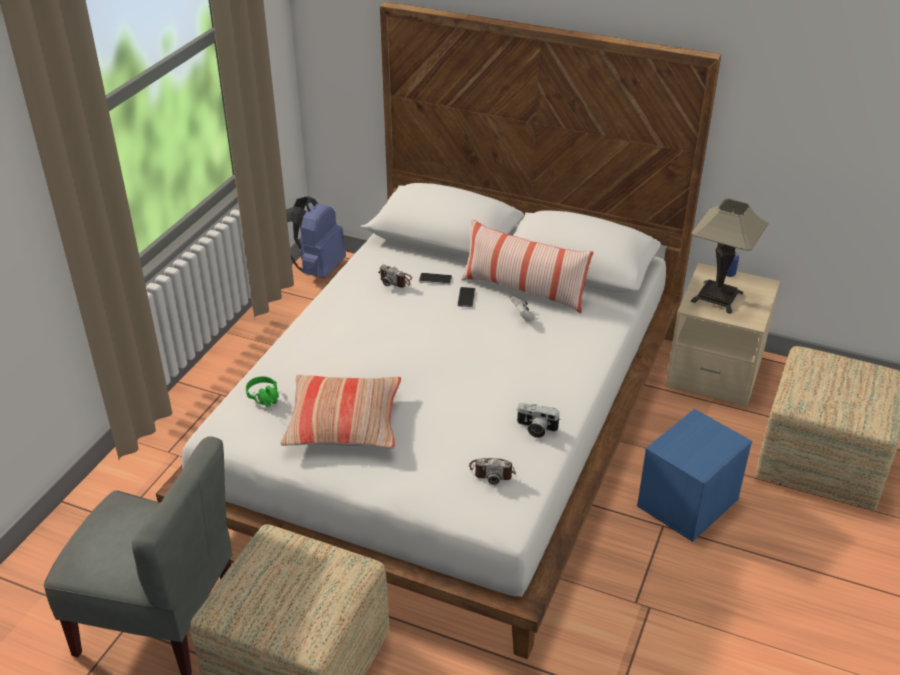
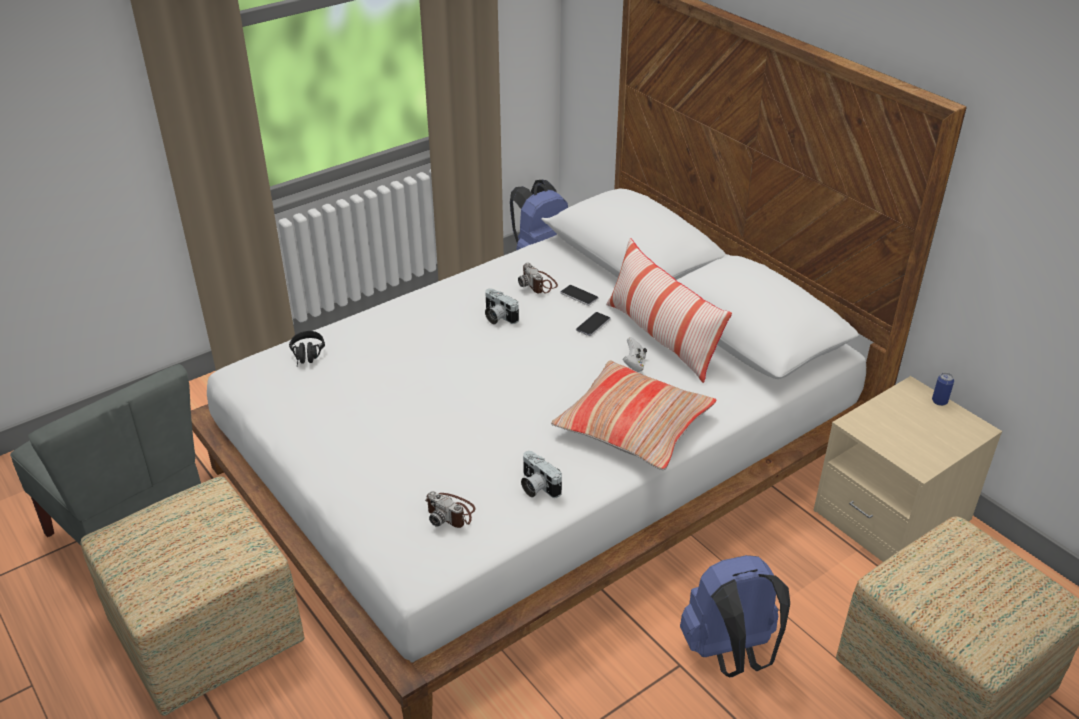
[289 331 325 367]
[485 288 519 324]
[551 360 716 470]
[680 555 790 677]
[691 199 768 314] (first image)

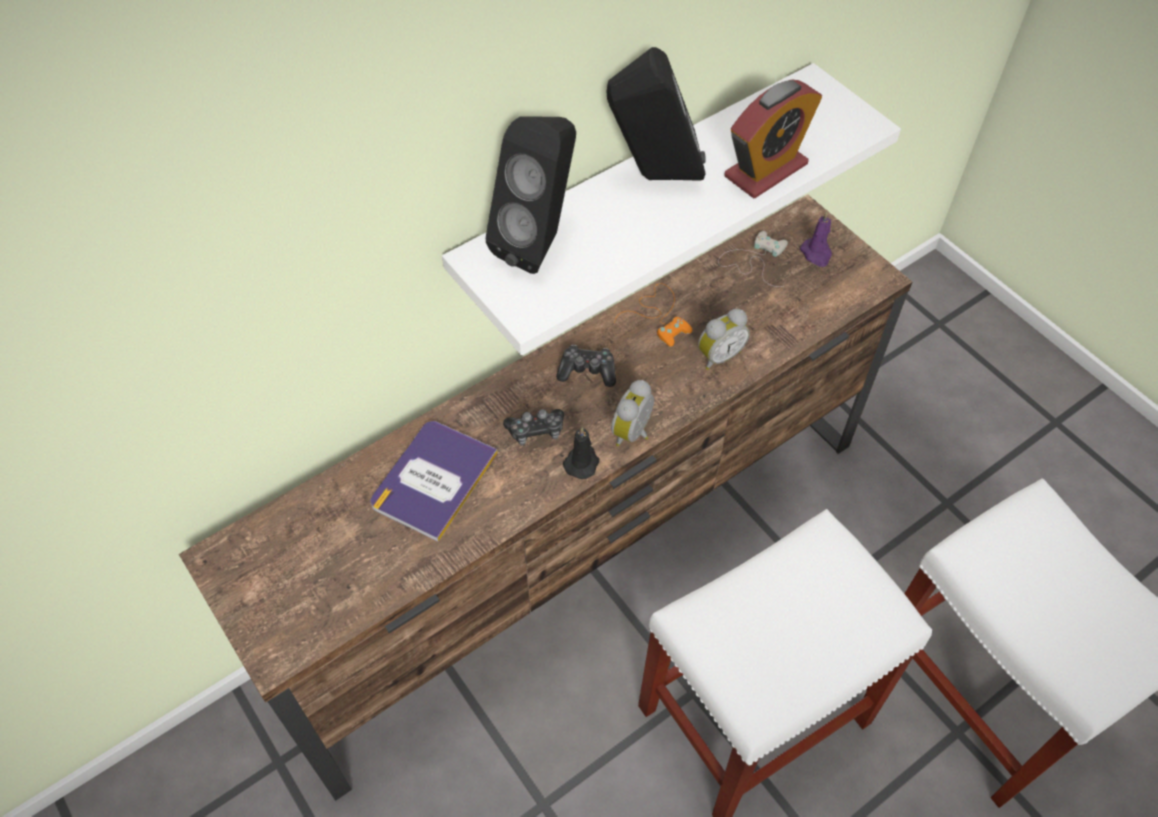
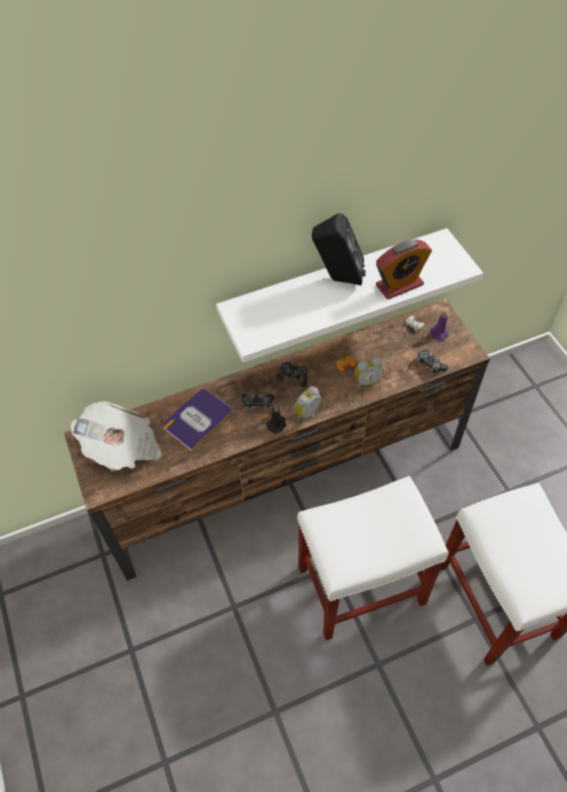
[71 401 162 471]
[417 350 448 374]
[486 116 576 274] (first image)

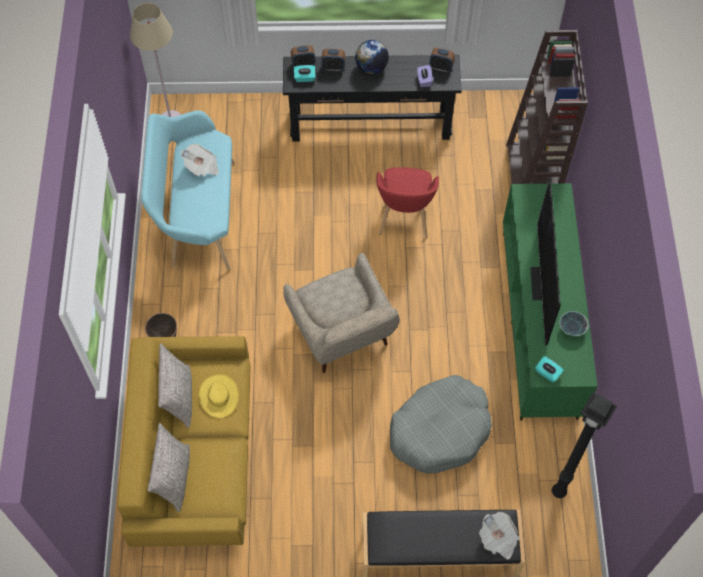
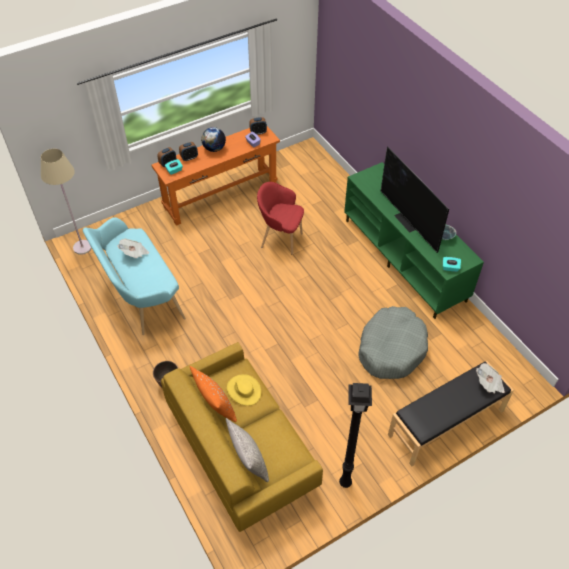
[151 126 280 226]
[190 366 237 422]
[257 182 304 255]
[339 383 372 488]
[283 253 400 373] (first image)
[506 30 588 184] (first image)

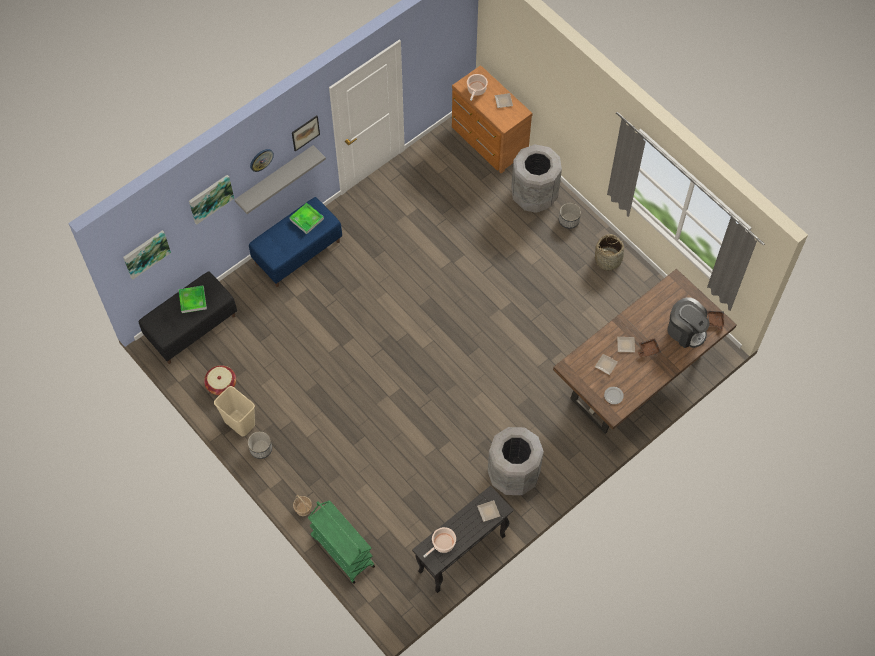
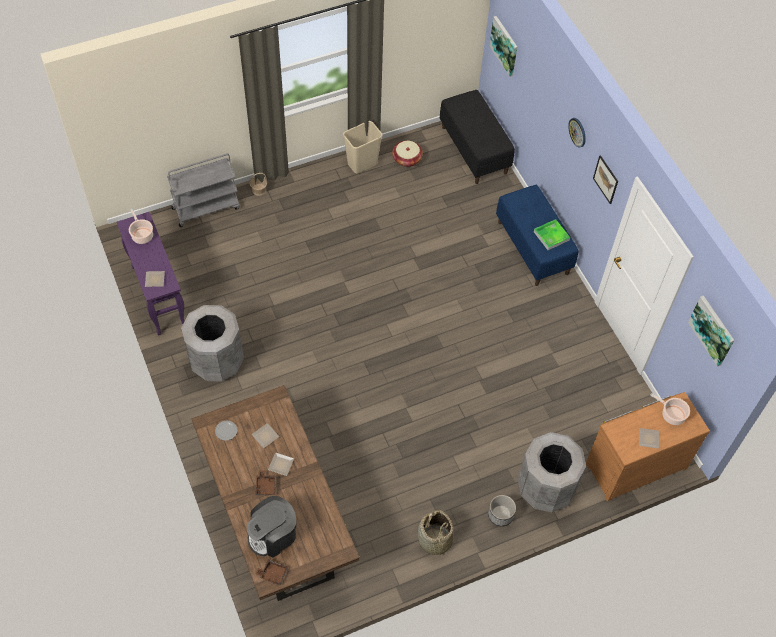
[117 212 184 335]
[167 153 240 227]
[688 295 734 367]
[179 285 207 313] (first image)
[234 145 326 214] (first image)
[248 431 272 459] (first image)

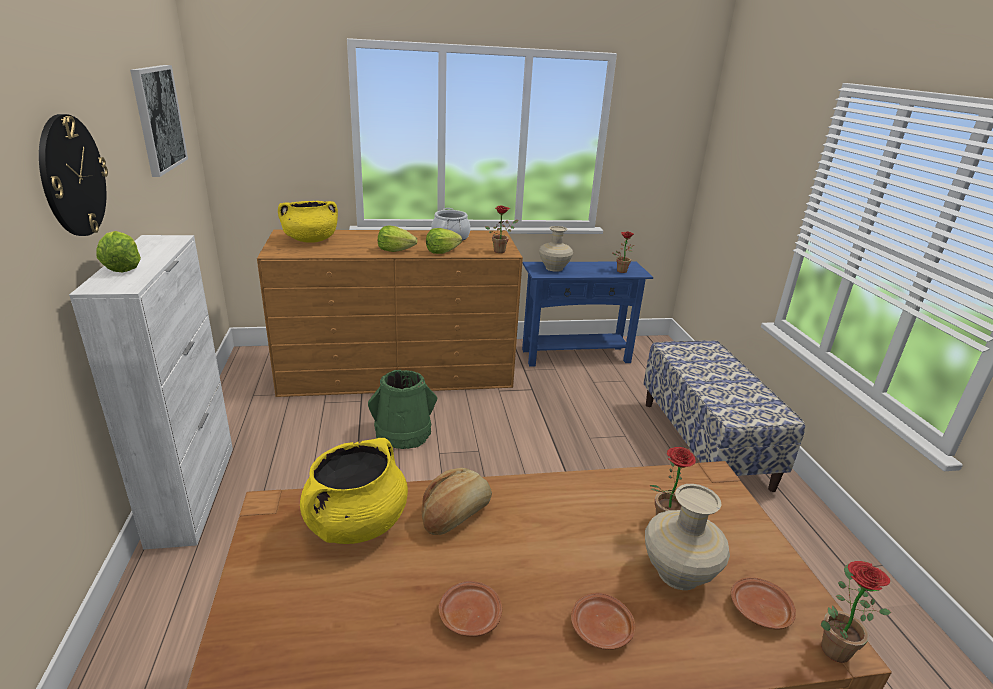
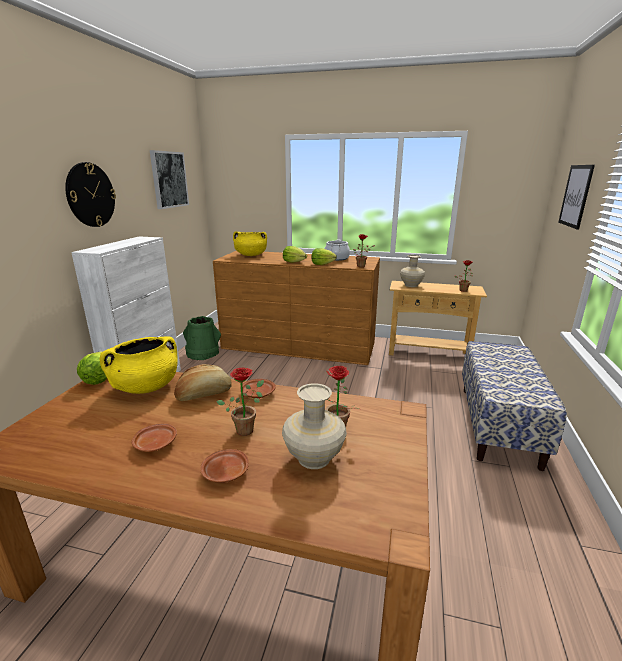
[77 351 111 385]
[183 316 221 360]
[216 368 264 436]
[240 379 276 398]
[389 281 487 355]
[558 165 595 230]

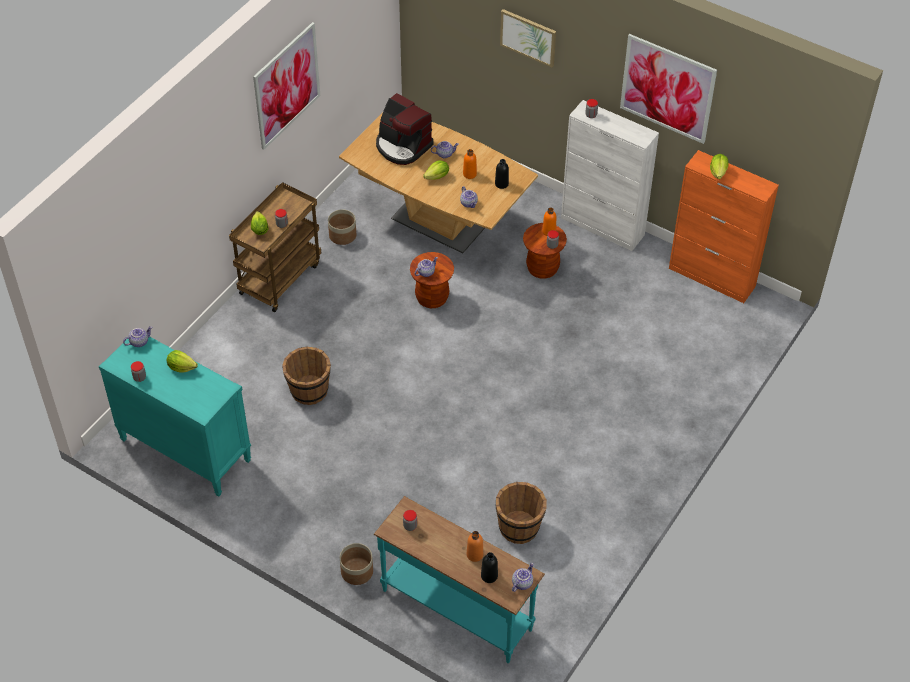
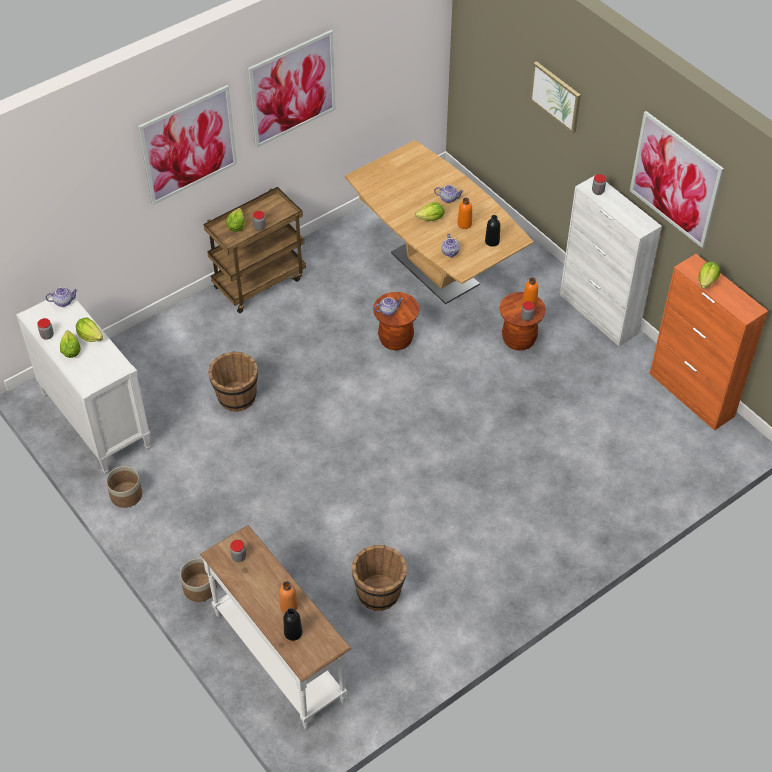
[16 297 151 475]
[60 330 81 358]
[106 466 142 508]
[138 85 237 205]
[200 525 352 729]
[376 93 434 165] (first image)
[512 563 534 592] (first image)

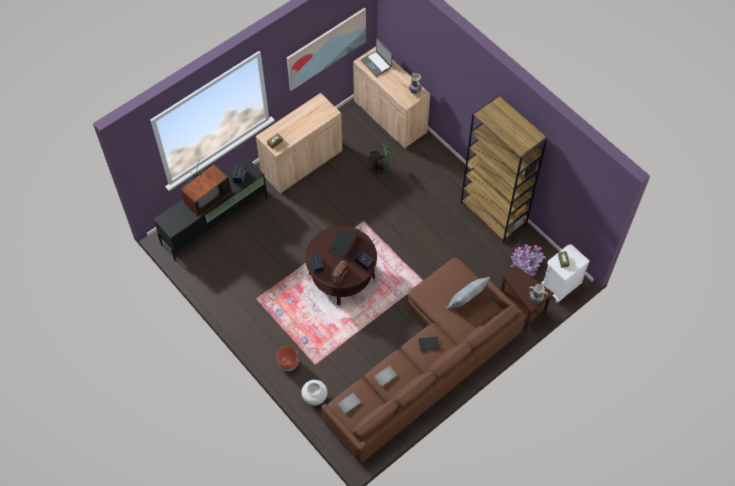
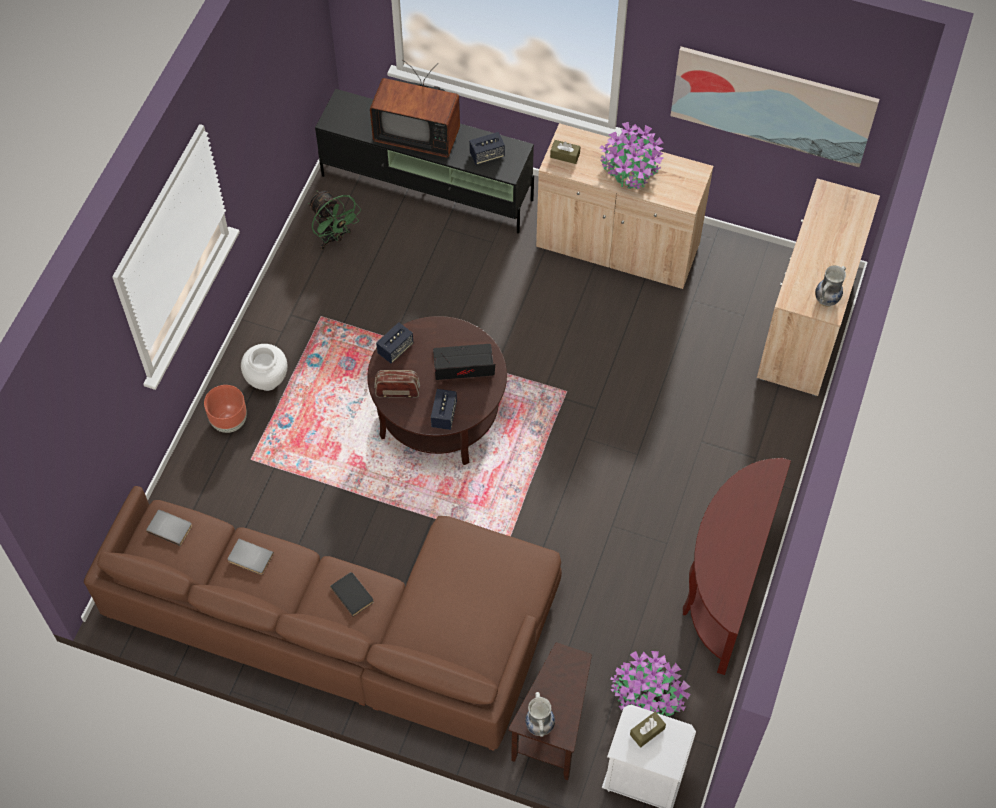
[241 344 287 391]
[308 191 361 250]
[600 122 664 189]
[683 458 791 675]
[361 38 393 77] (first image)
[446 277 490 309] (first image)

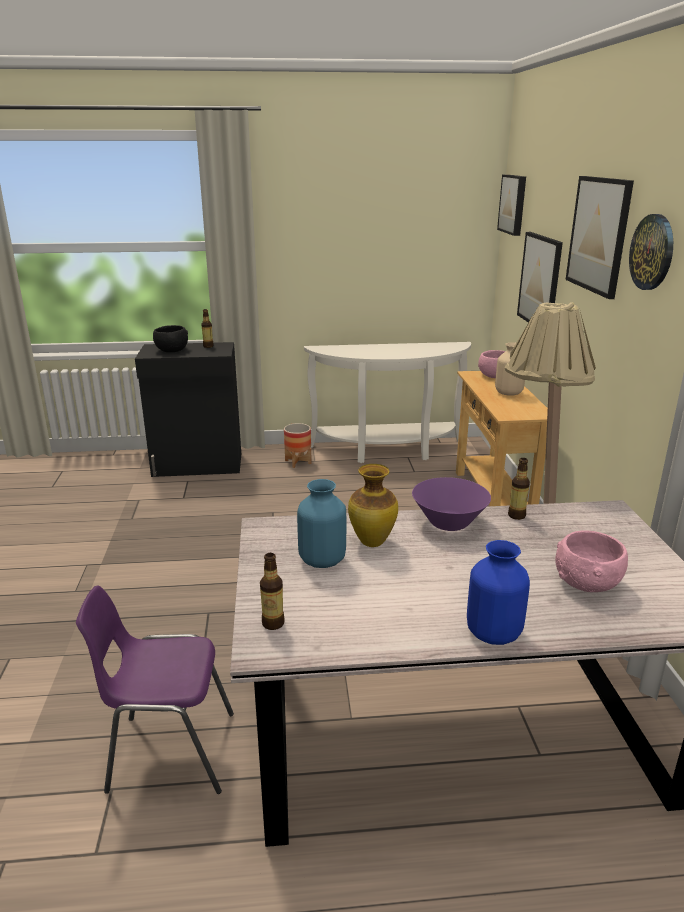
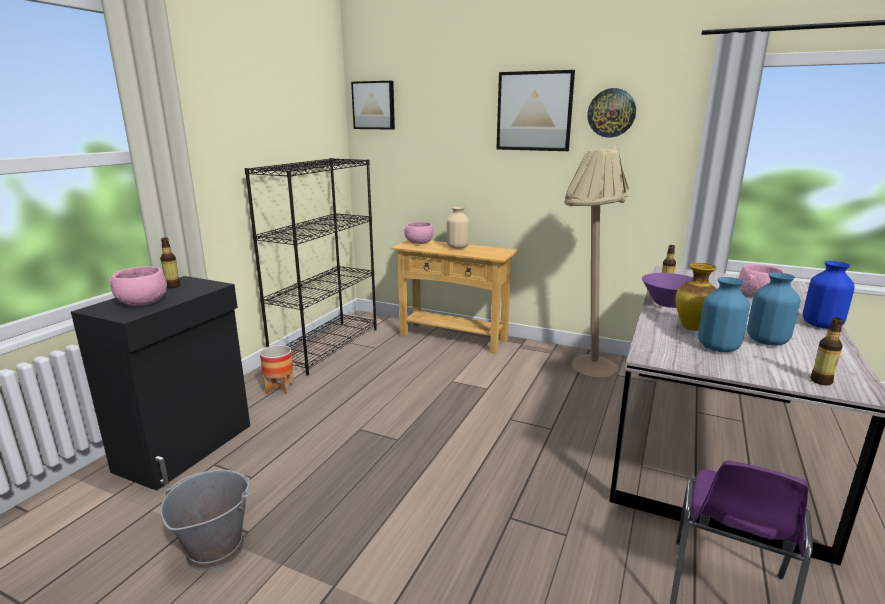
[109 266 167 306]
[160 470 250 571]
[245 158 377 375]
[747 272 801 346]
[517 232 563 322] (first image)

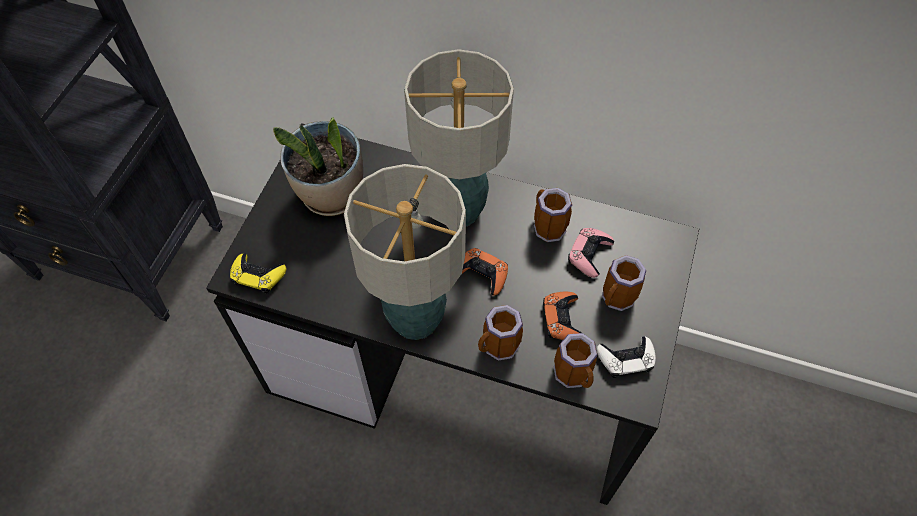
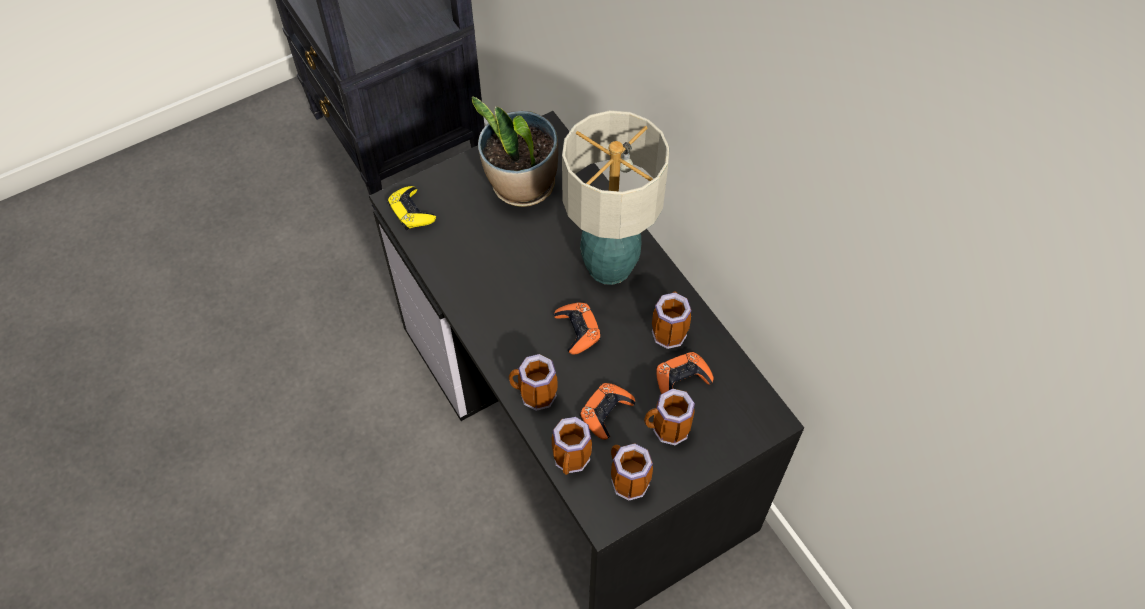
[611 443 653 501]
[656 352 714 394]
[344 164 466 340] (first image)

